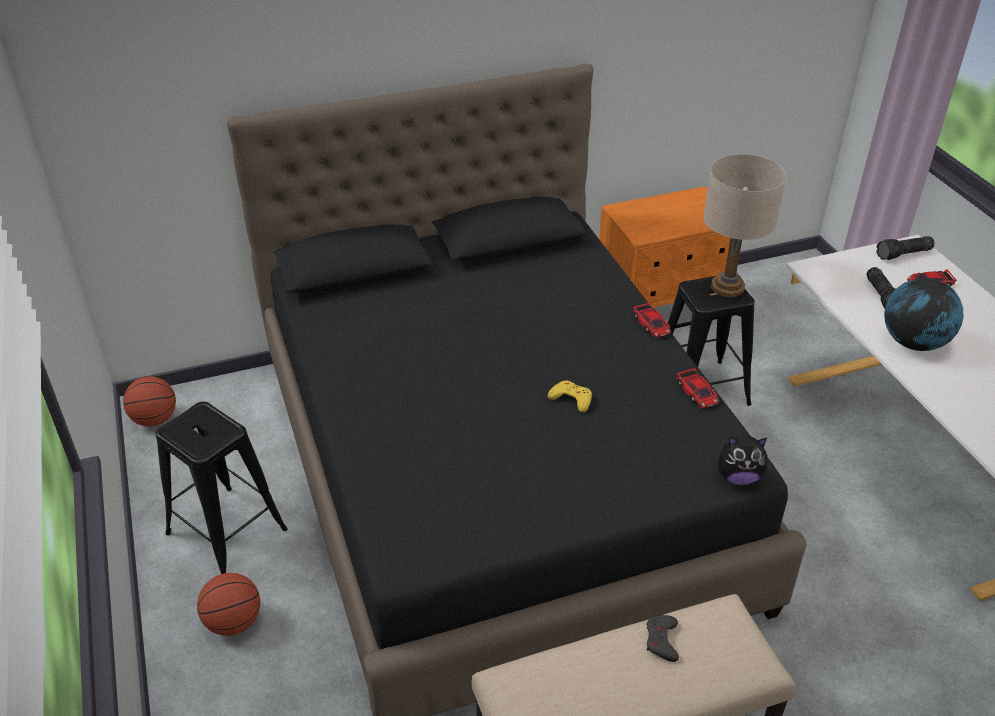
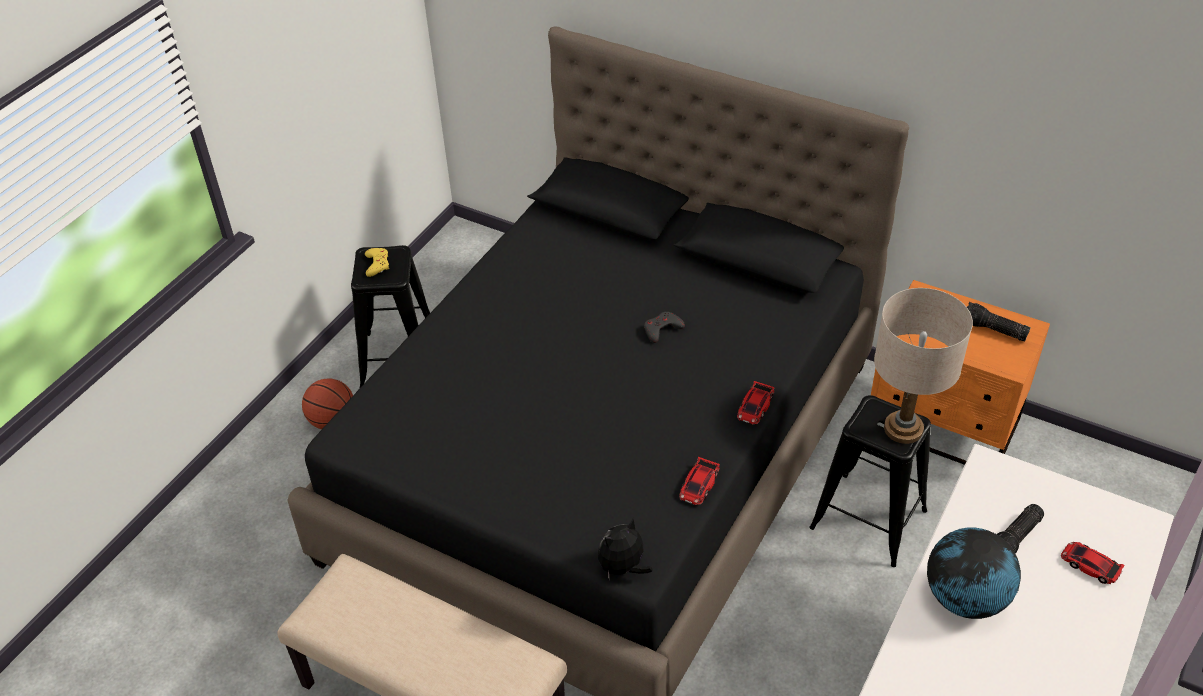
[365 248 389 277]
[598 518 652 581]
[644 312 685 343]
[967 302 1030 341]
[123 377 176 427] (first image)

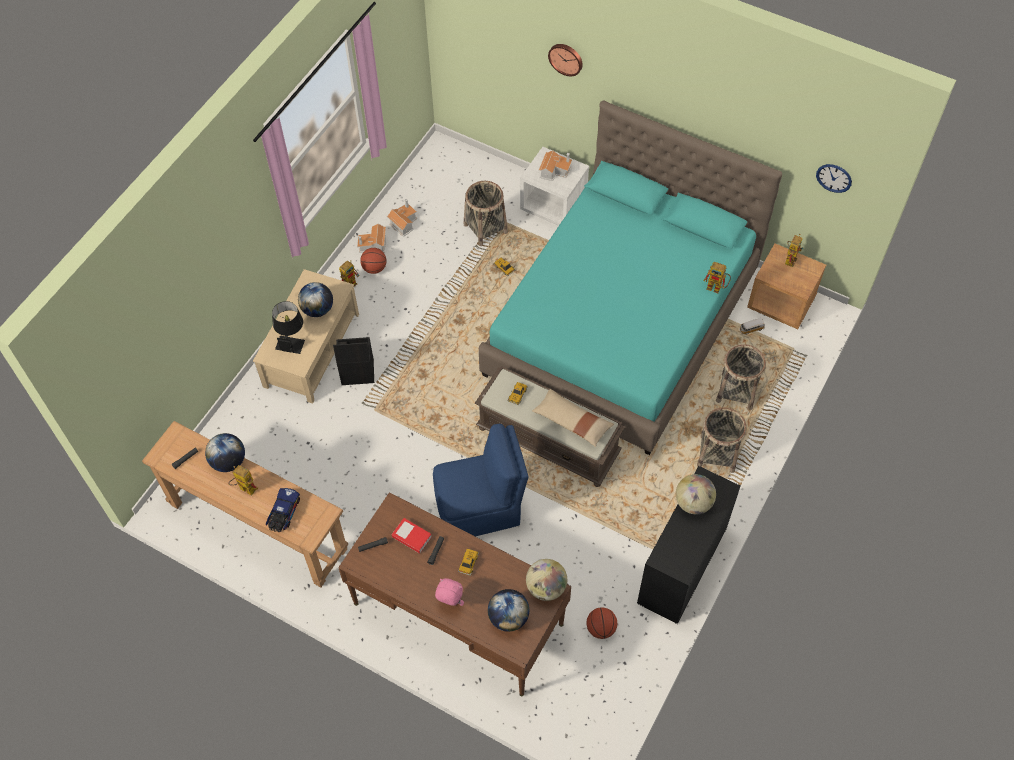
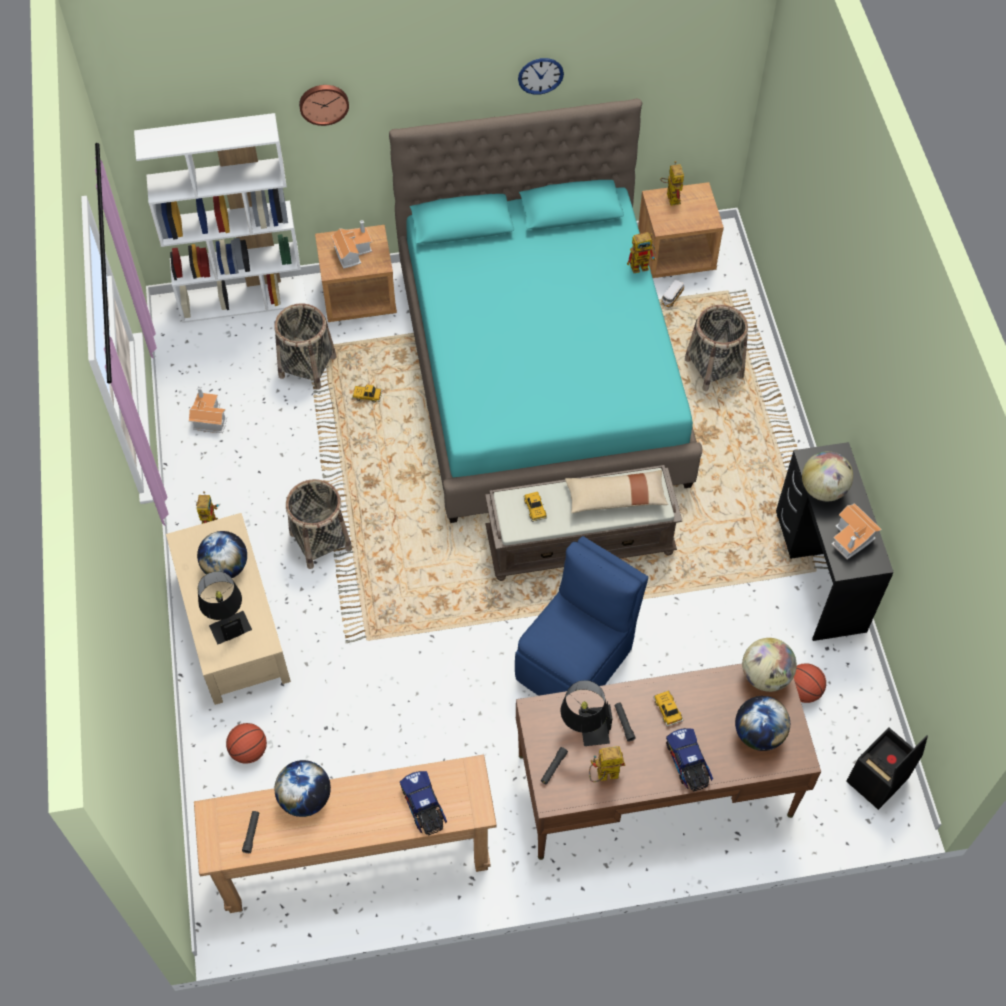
[134 113 307 323]
[226 723 267 764]
[286 479 352 569]
[315 225 397 322]
[518 58 564 95]
[561 680 612 746]
[589 746 625 782]
[666 728 713 791]
[831 503 882 560]
[846 727 928 810]

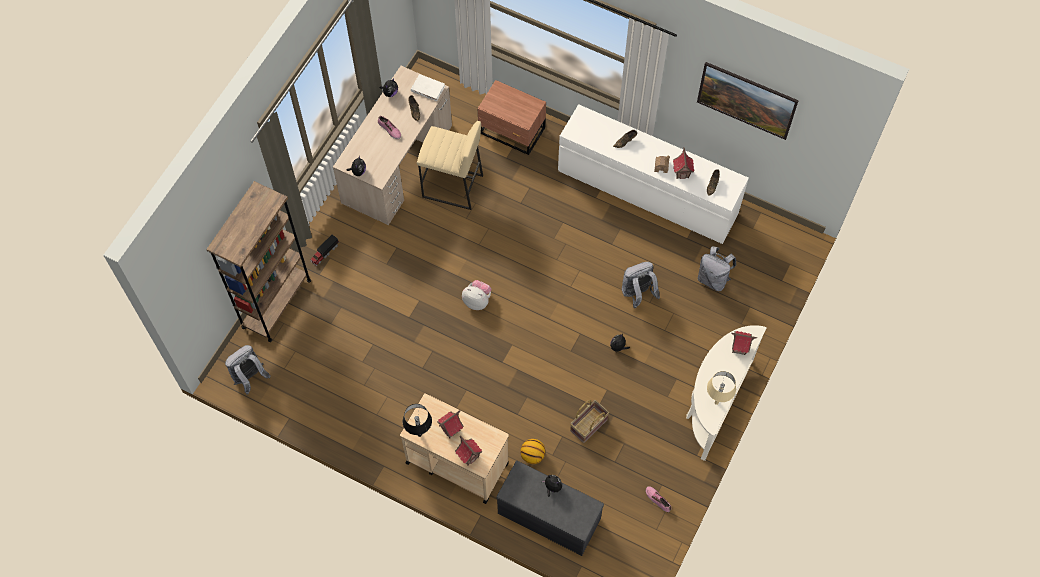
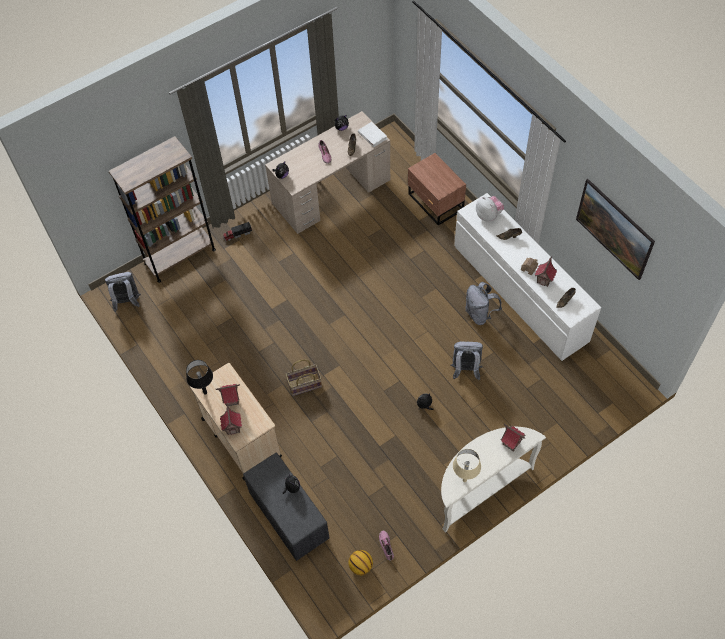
[286 359 322 396]
[348 550 373 575]
[465 282 502 325]
[476 196 504 222]
[417 121 483 210] (first image)

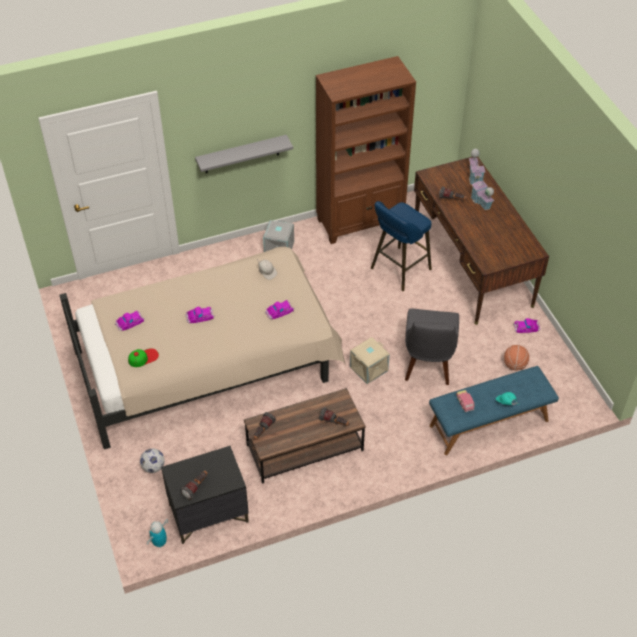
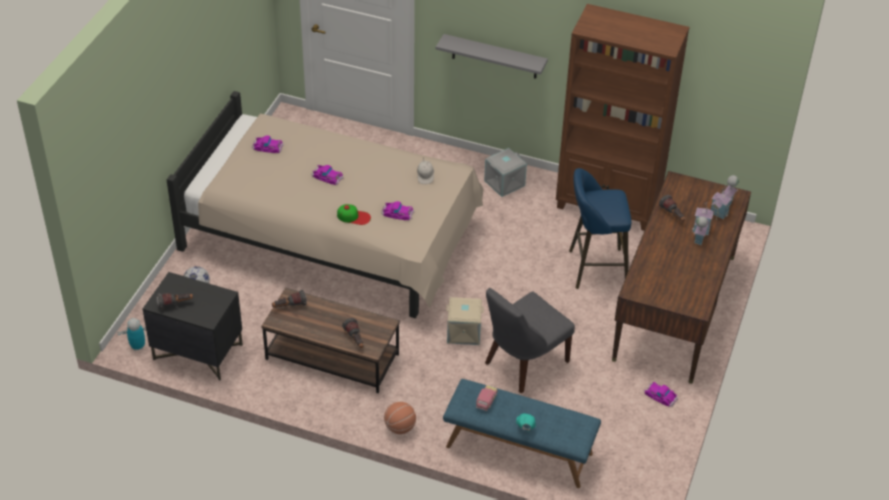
[337 204 371 225]
[384 402 416 434]

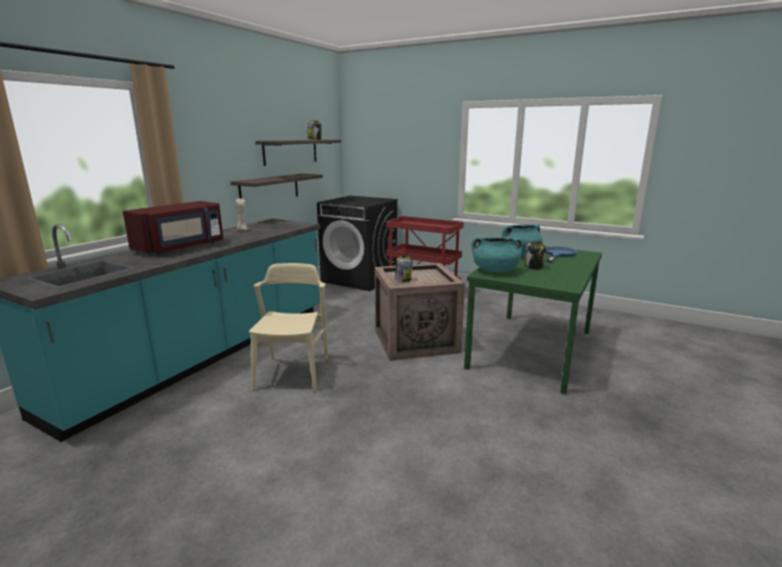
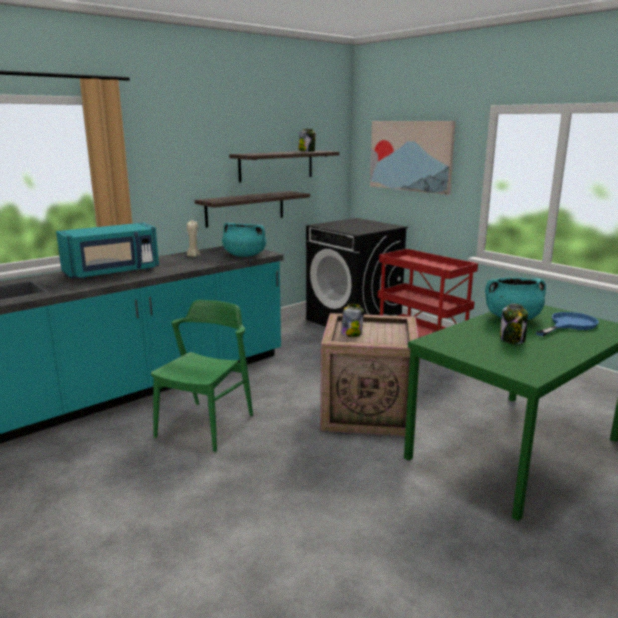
[56 223 159 279]
[151 300 253 453]
[222 223 267 257]
[370 121 456 195]

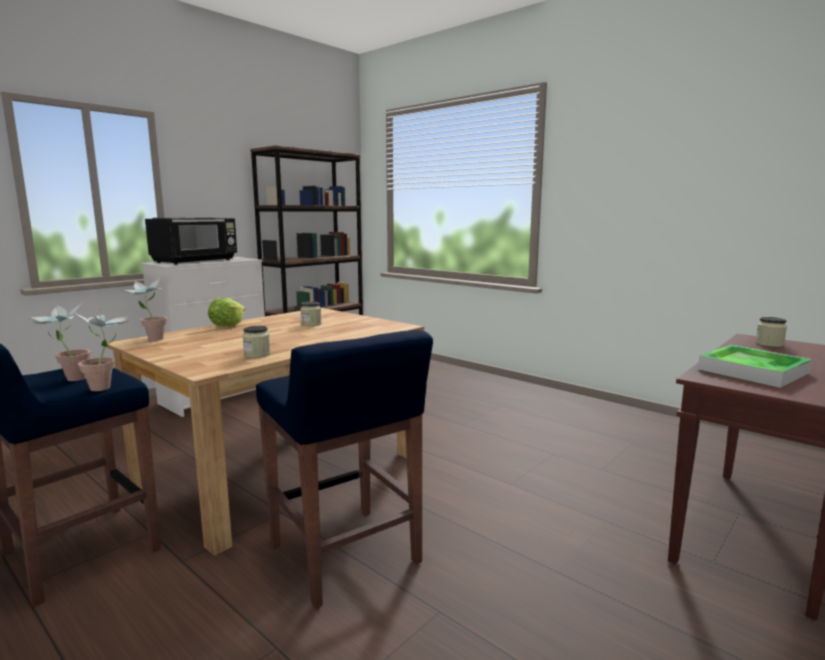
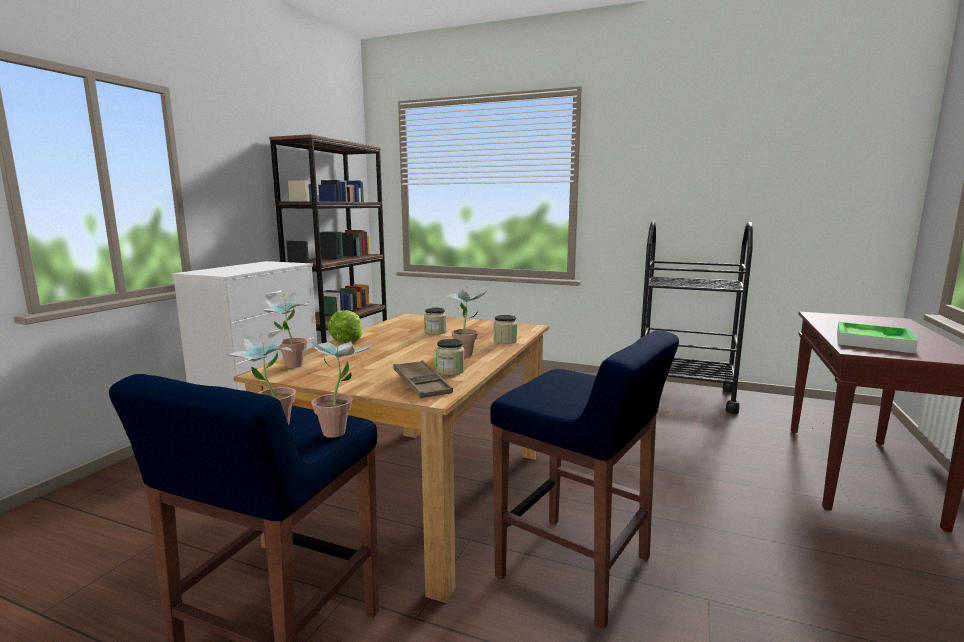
[394 360 453 398]
[444 286 486 357]
[493 315 517 344]
[641 221 753 414]
[145 217 237 265] (first image)

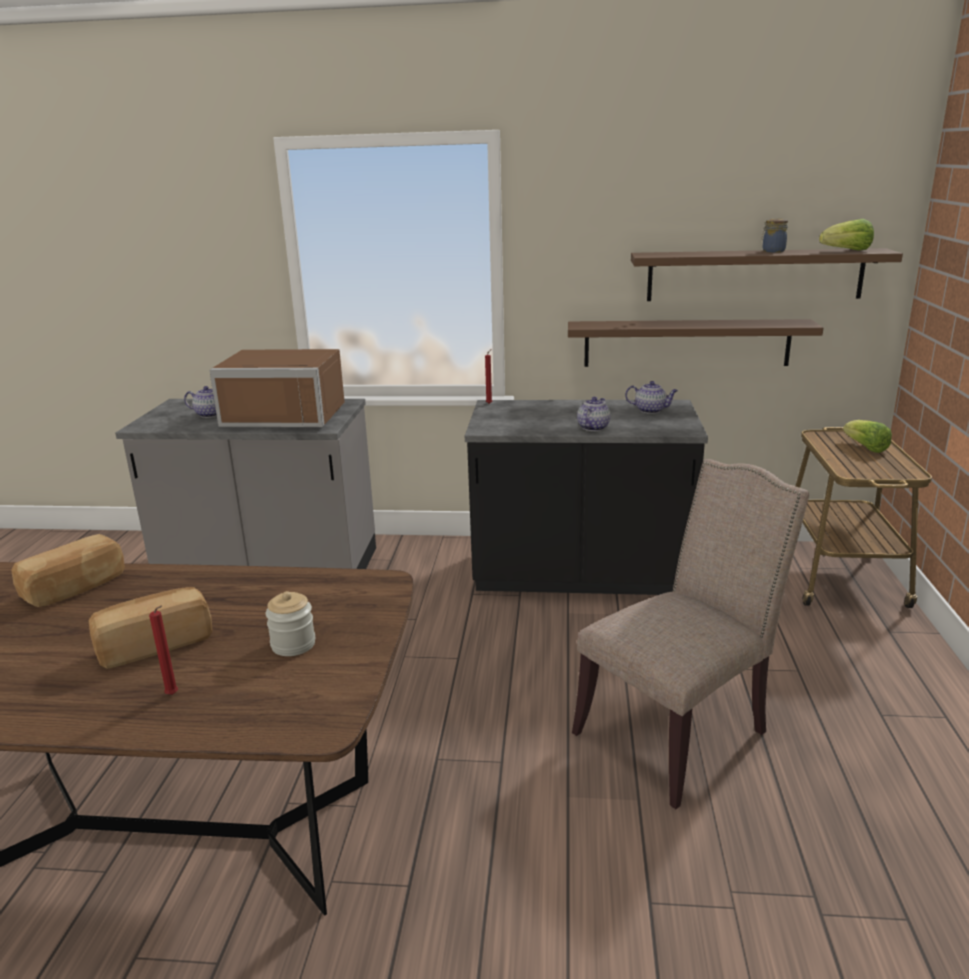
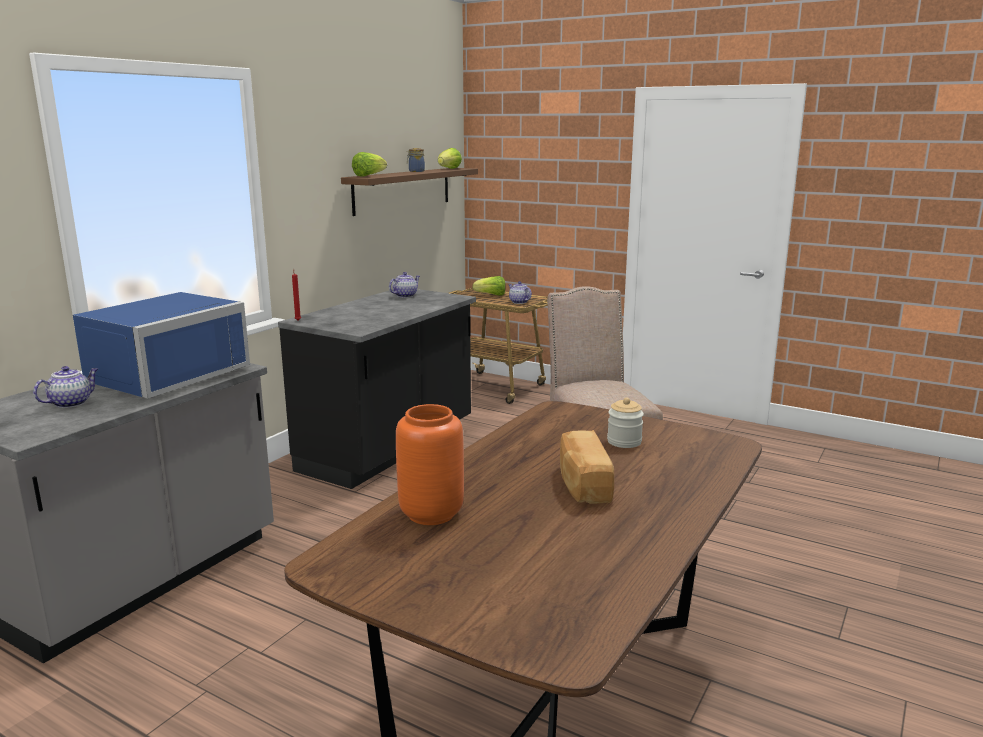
[73 292 250 399]
[352 152 387 177]
[396 404 464 525]
[508 281 532 304]
[149 606 178 695] (first image)
[568 319 823 367] (first image)

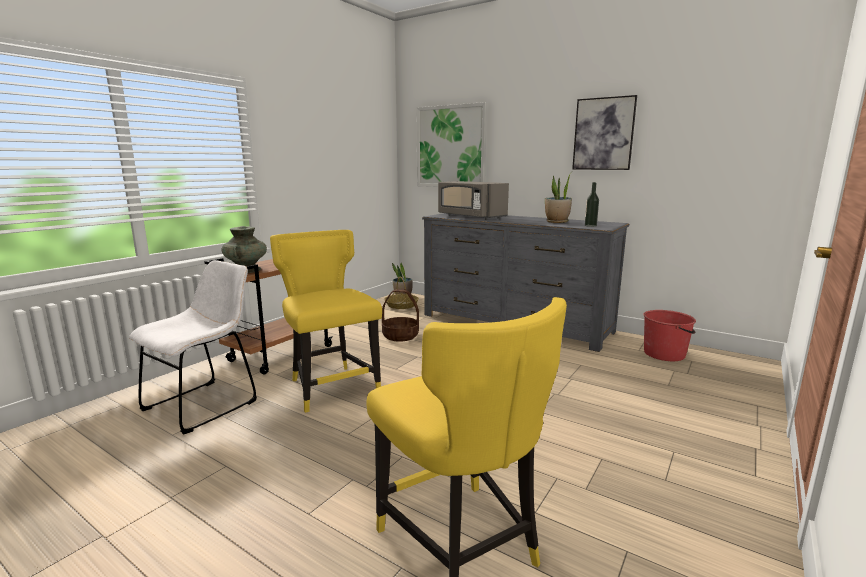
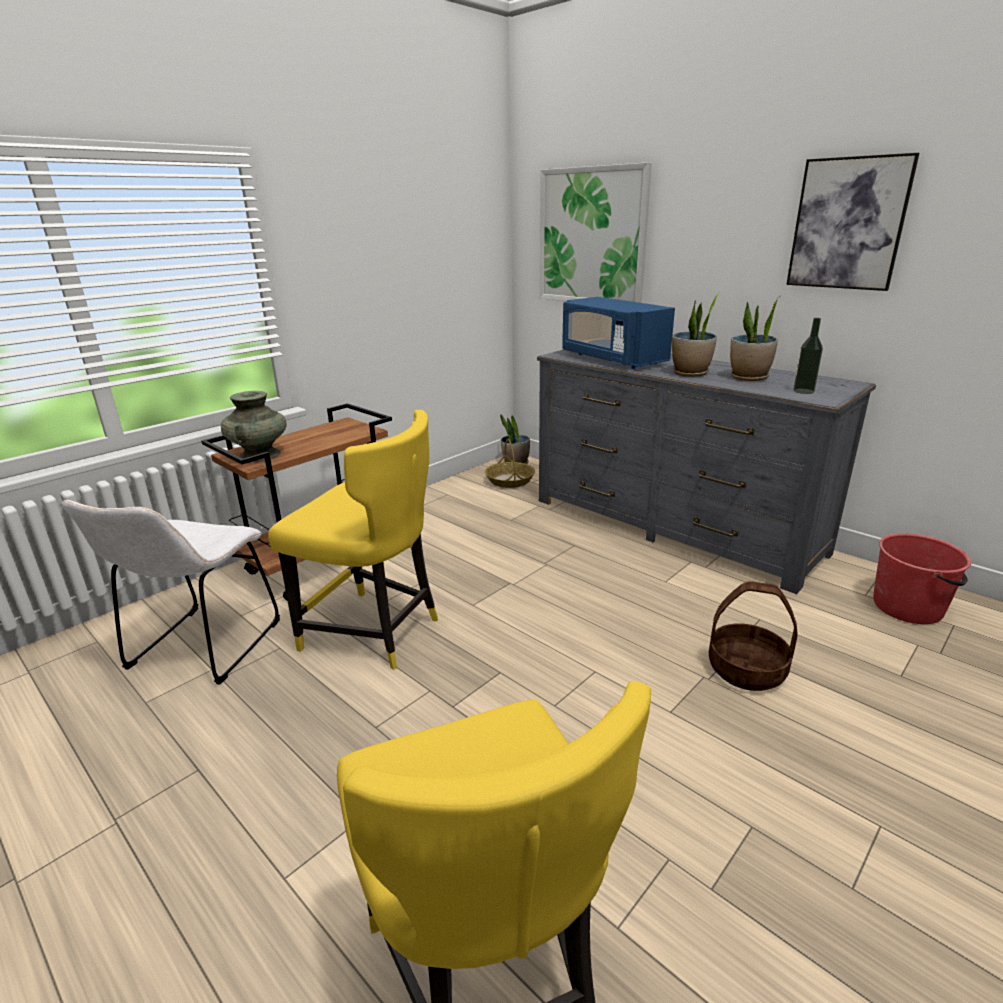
[62 500 280 685]
[268 410 438 670]
[562 297 675 369]
[672 292 721 377]
[709 581 797 691]

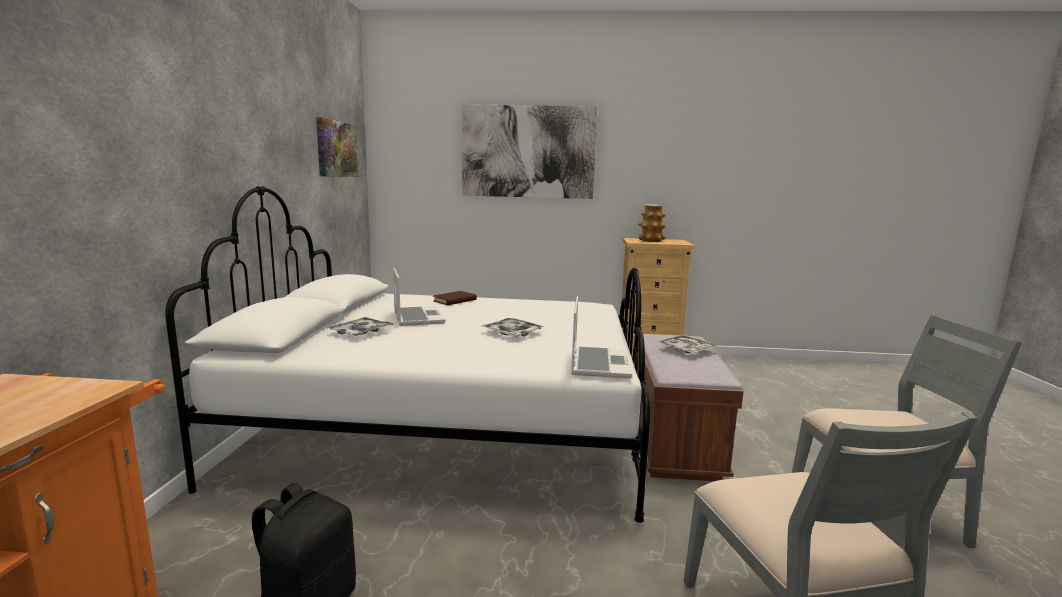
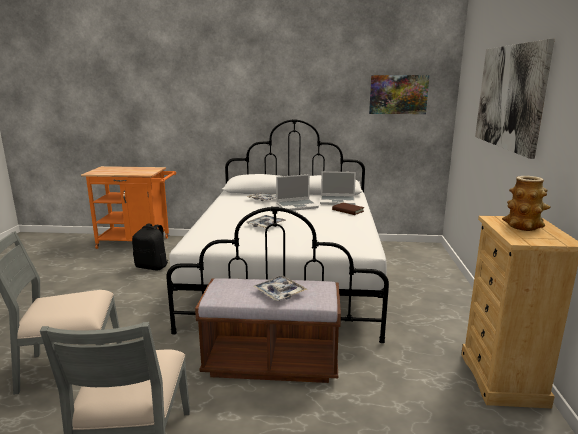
[320 171 356 205]

